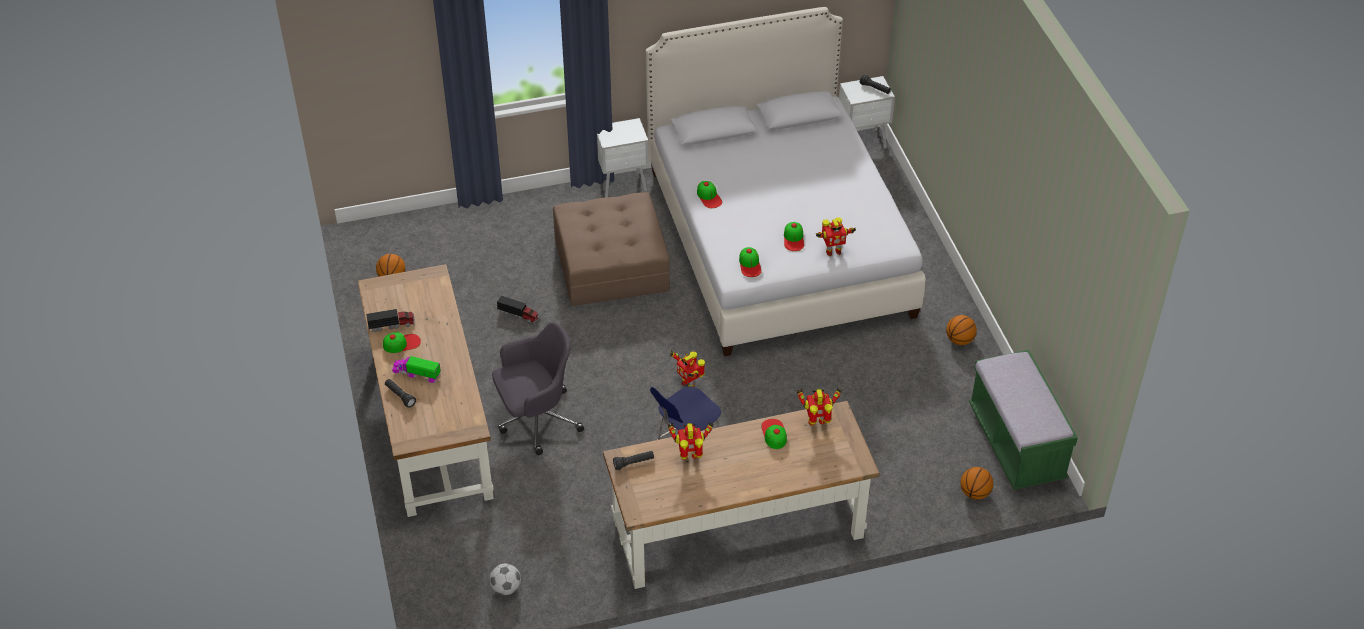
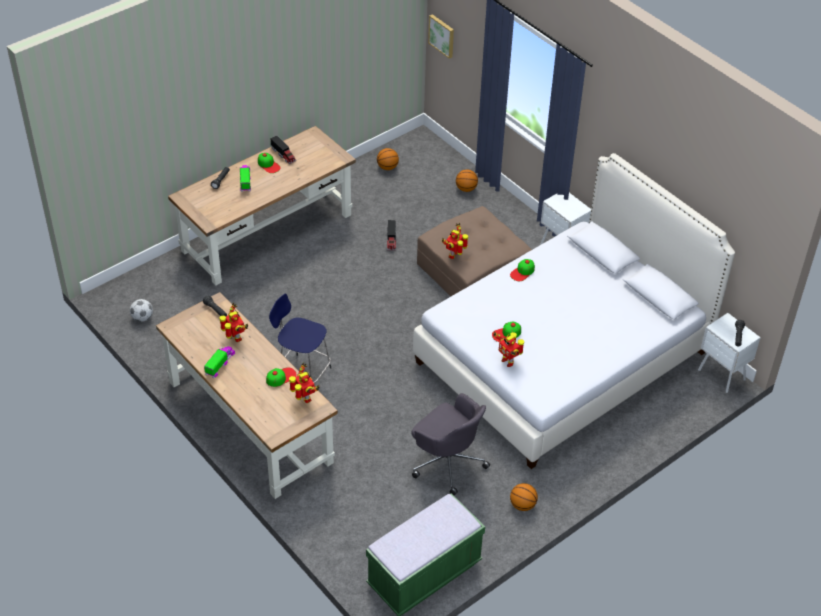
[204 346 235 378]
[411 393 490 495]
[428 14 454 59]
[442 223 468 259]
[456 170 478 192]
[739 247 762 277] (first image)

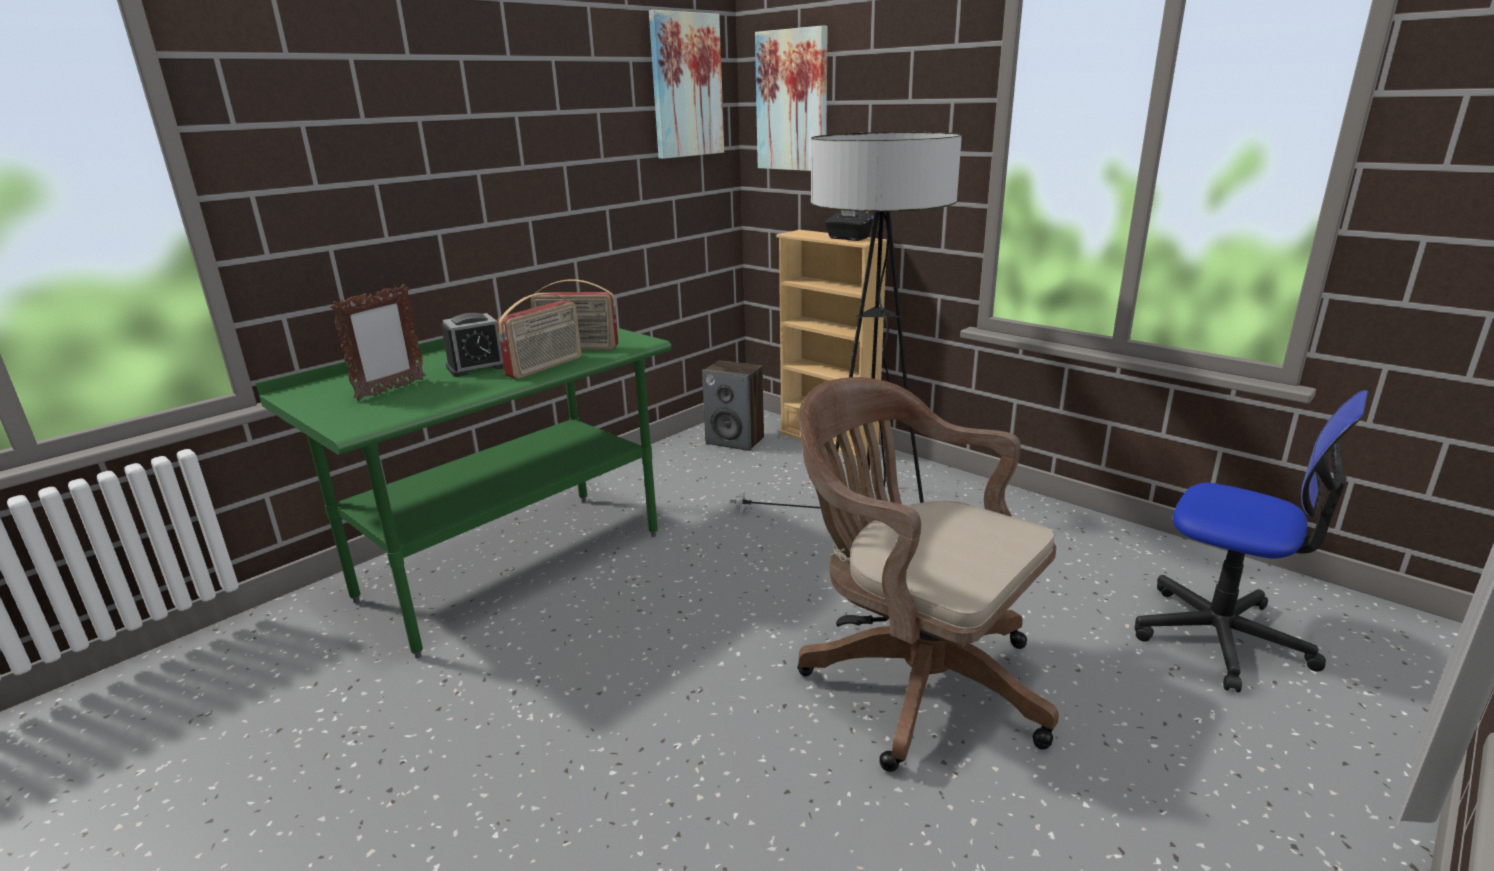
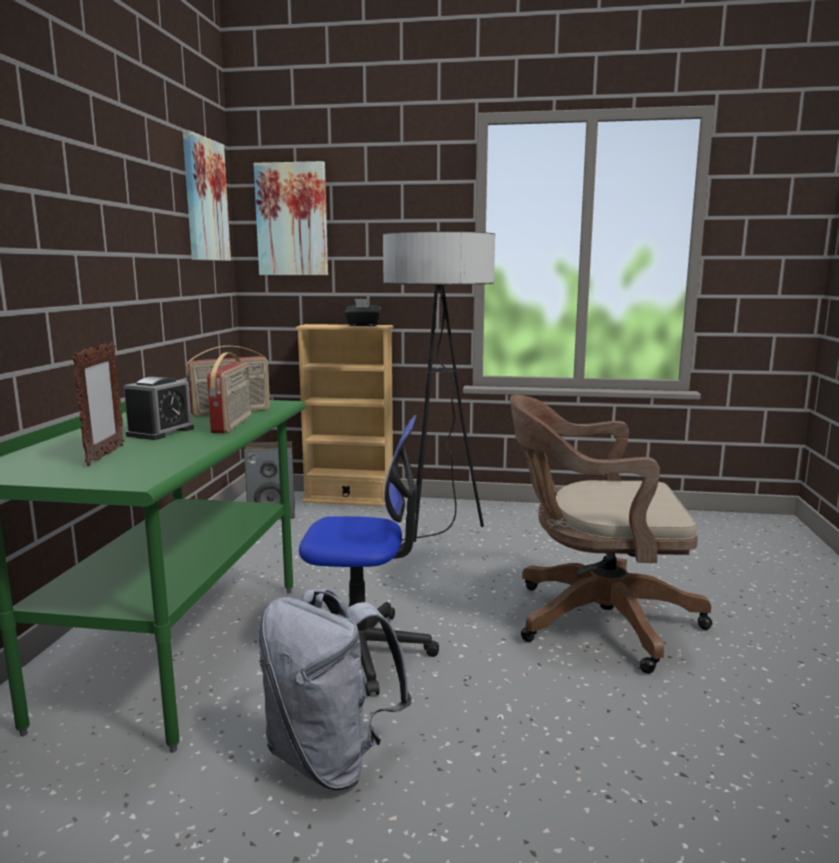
[258 588 412 790]
[299 415 439 696]

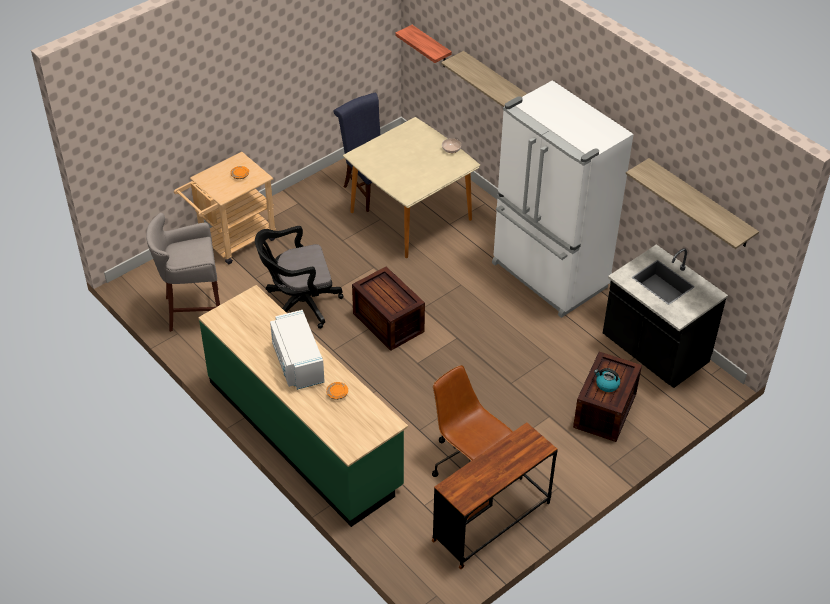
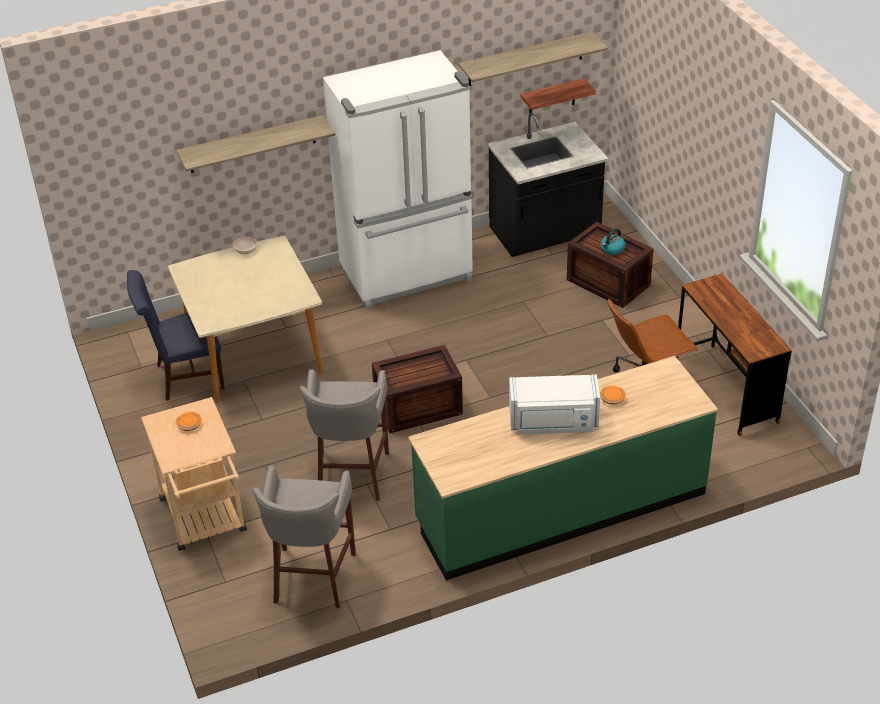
[300 369 389 501]
[520 78 596 113]

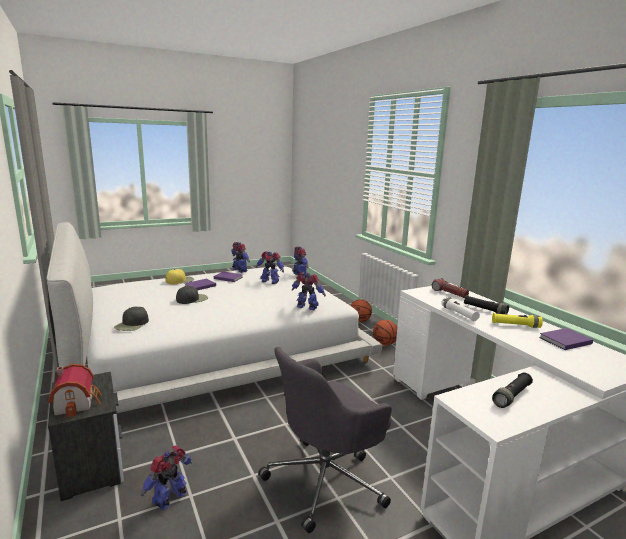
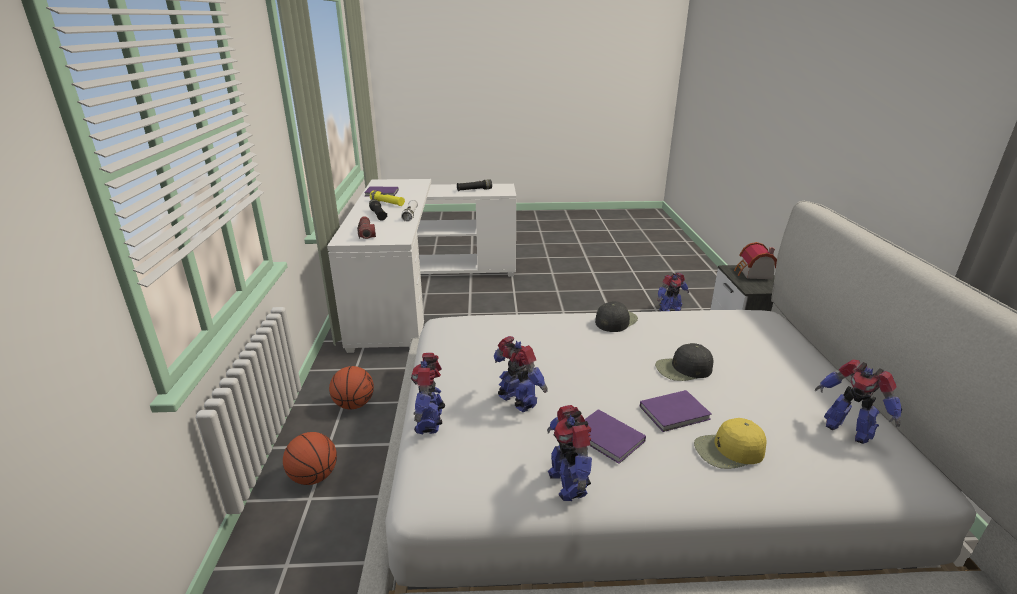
[595 301 638 332]
[815 360 902 444]
[258 347 392 533] (first image)

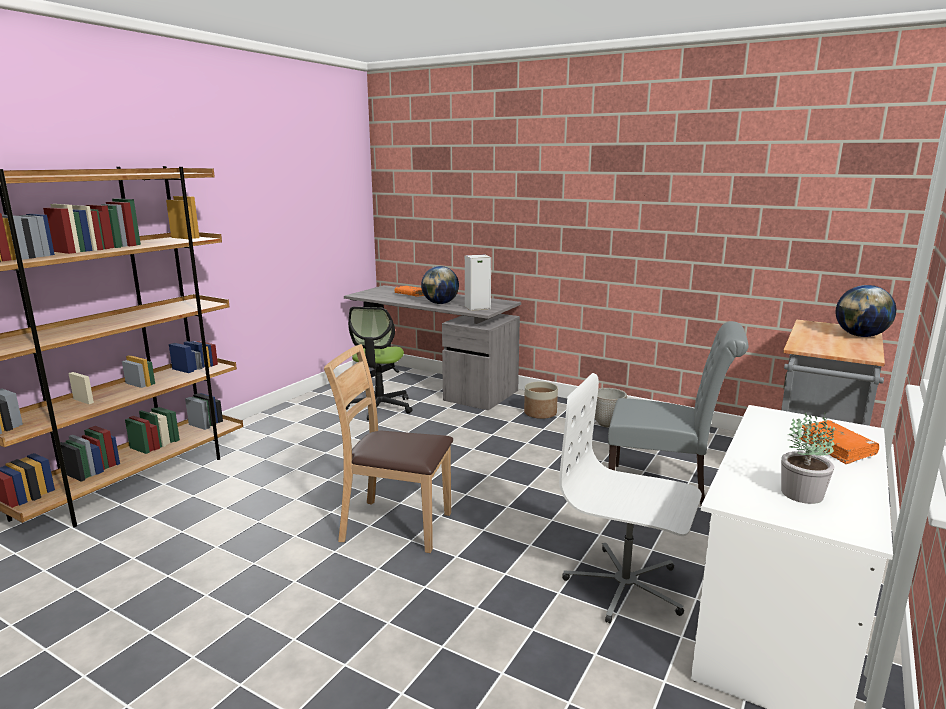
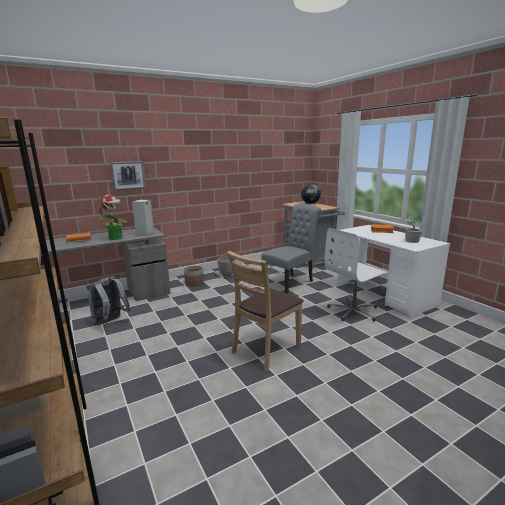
[86 276 131 325]
[100 194 129 240]
[110 161 146 190]

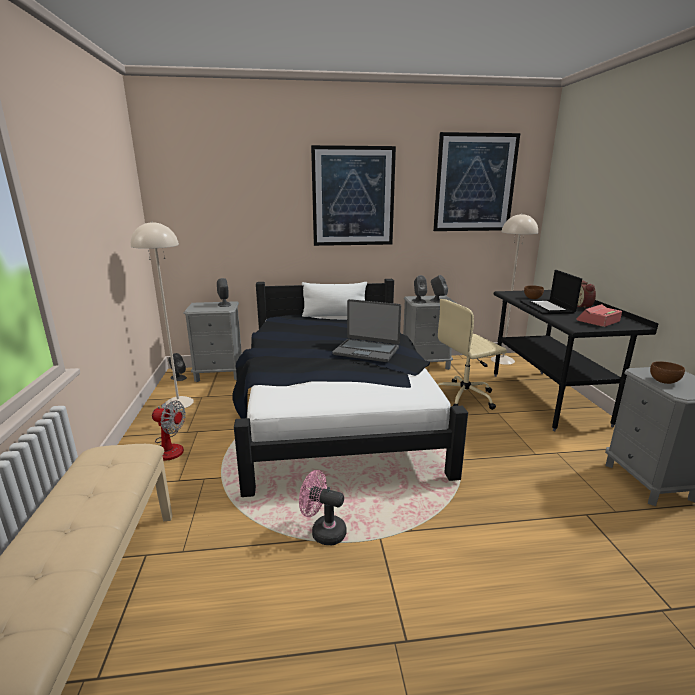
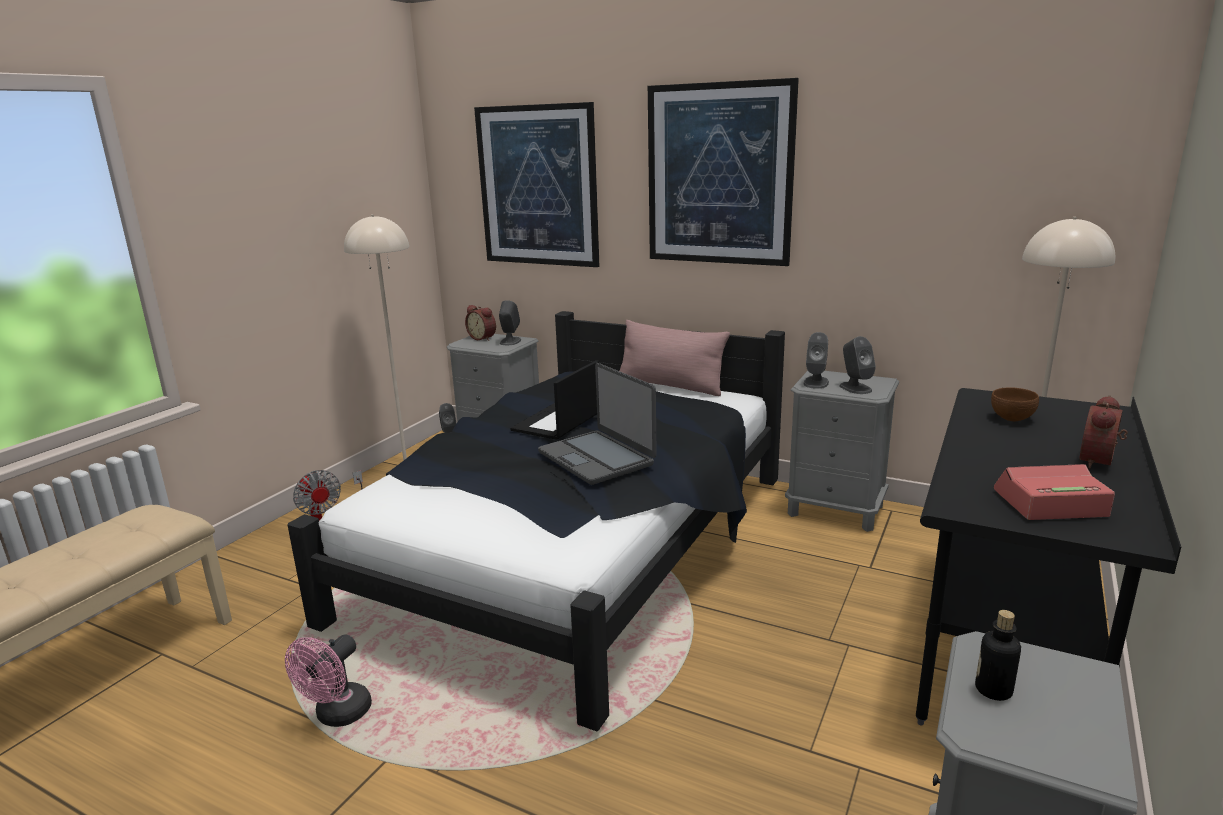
[285 634 372 727]
[465 305 496 341]
[474 102 600 267]
[510 360 599 440]
[620 320 730 396]
[975 610 1021 701]
[437 299 507 410] (first image)

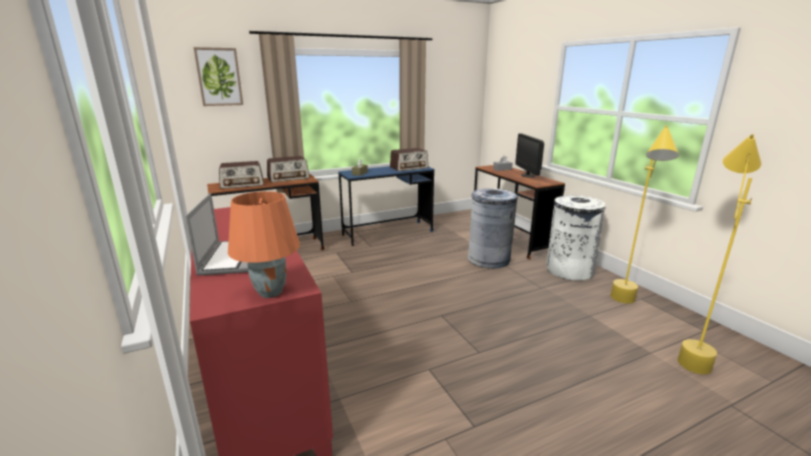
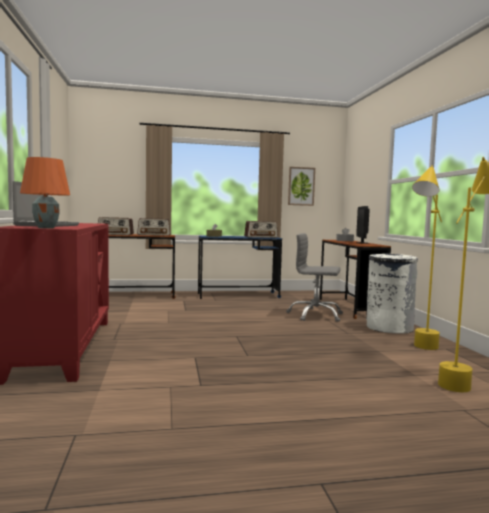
[286 233 343 322]
[288 167 315 206]

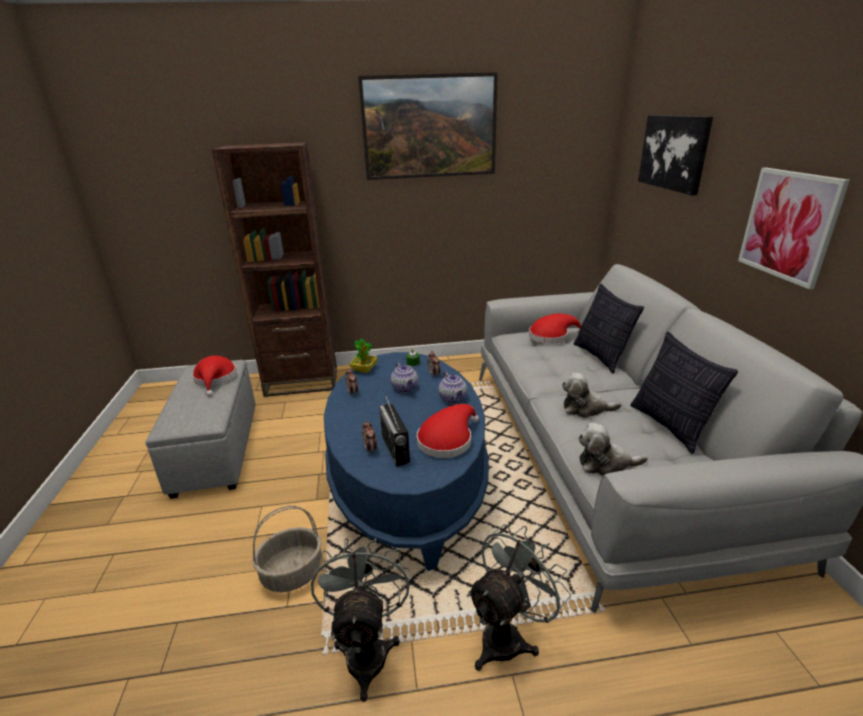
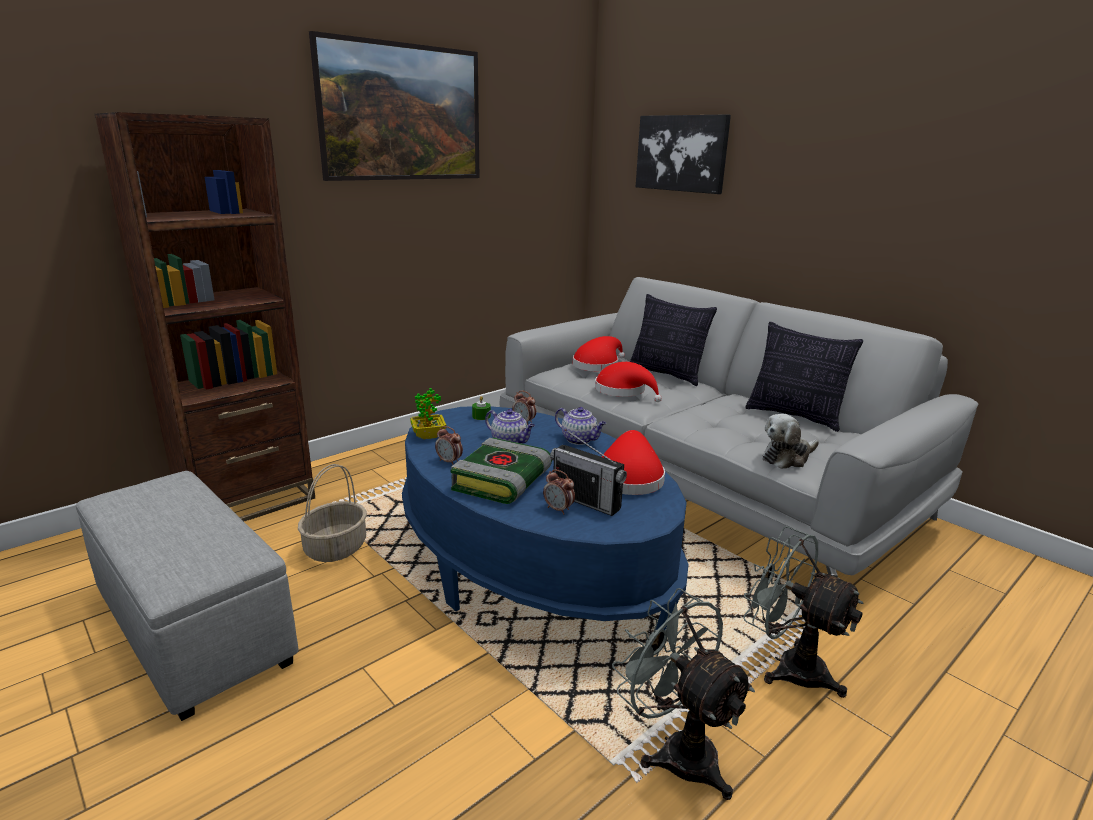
[298 464 367 562]
[451 438 552 504]
[595 362 662 402]
[743 526 864 698]
[562 372 621 418] (first image)
[738 168 850 289] (first image)

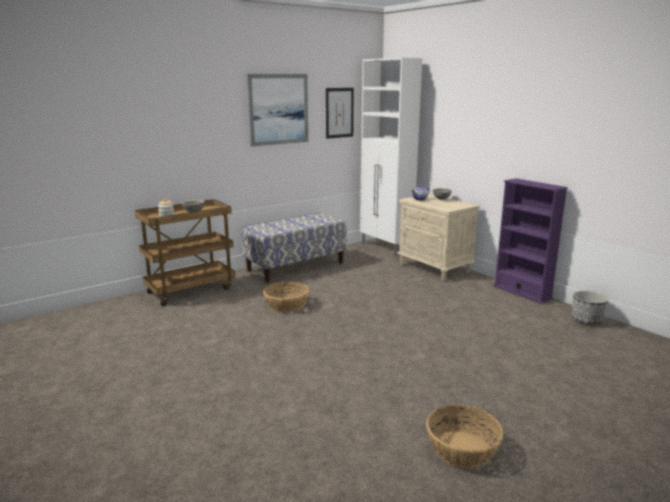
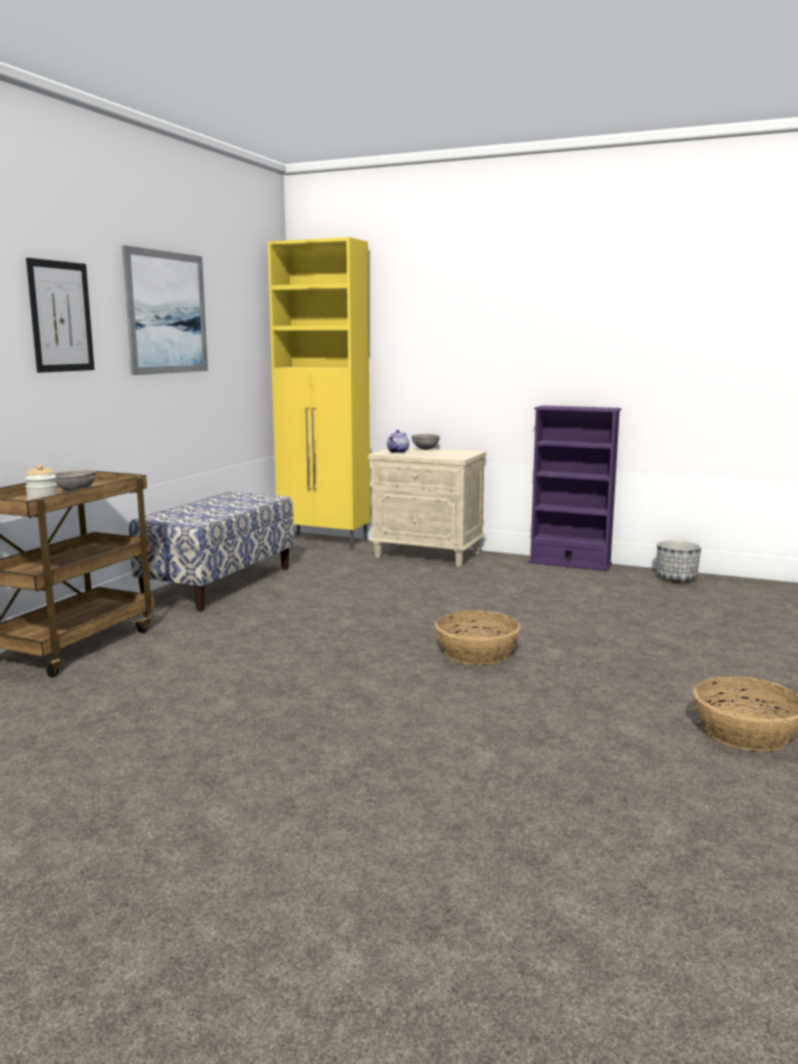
[26 258 95 373]
[267 237 370 549]
[435 611 521 665]

